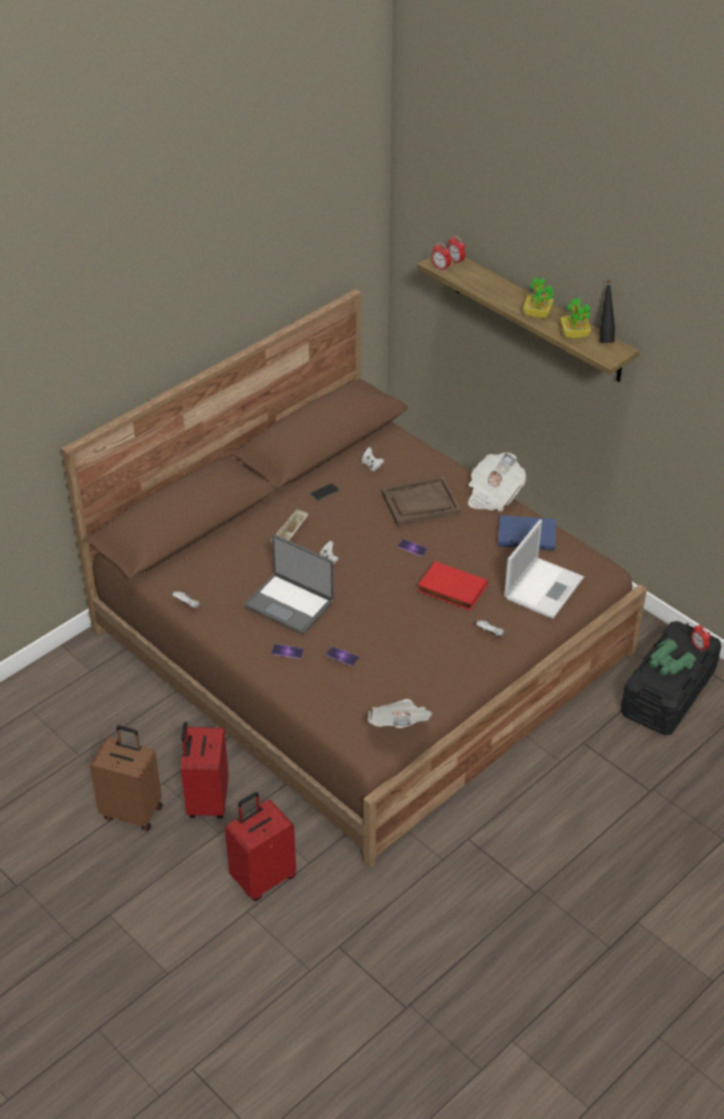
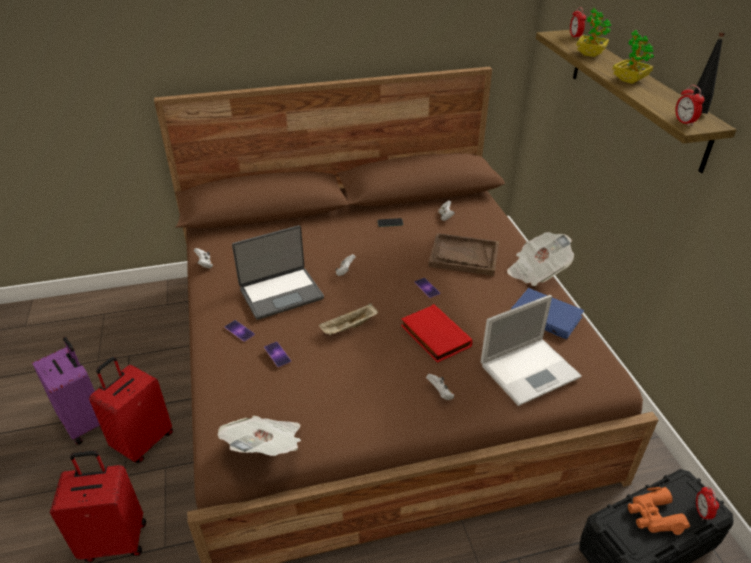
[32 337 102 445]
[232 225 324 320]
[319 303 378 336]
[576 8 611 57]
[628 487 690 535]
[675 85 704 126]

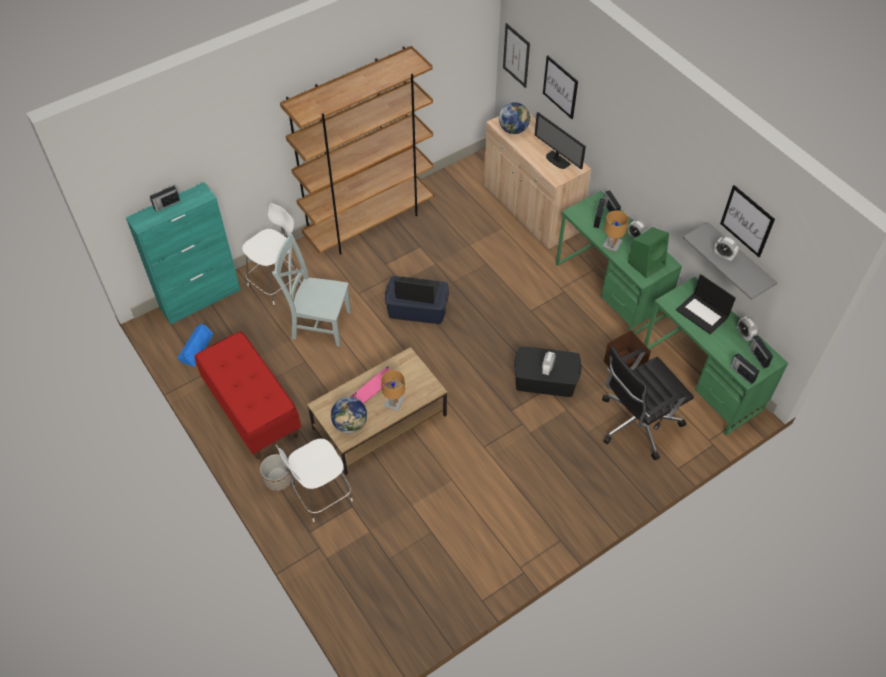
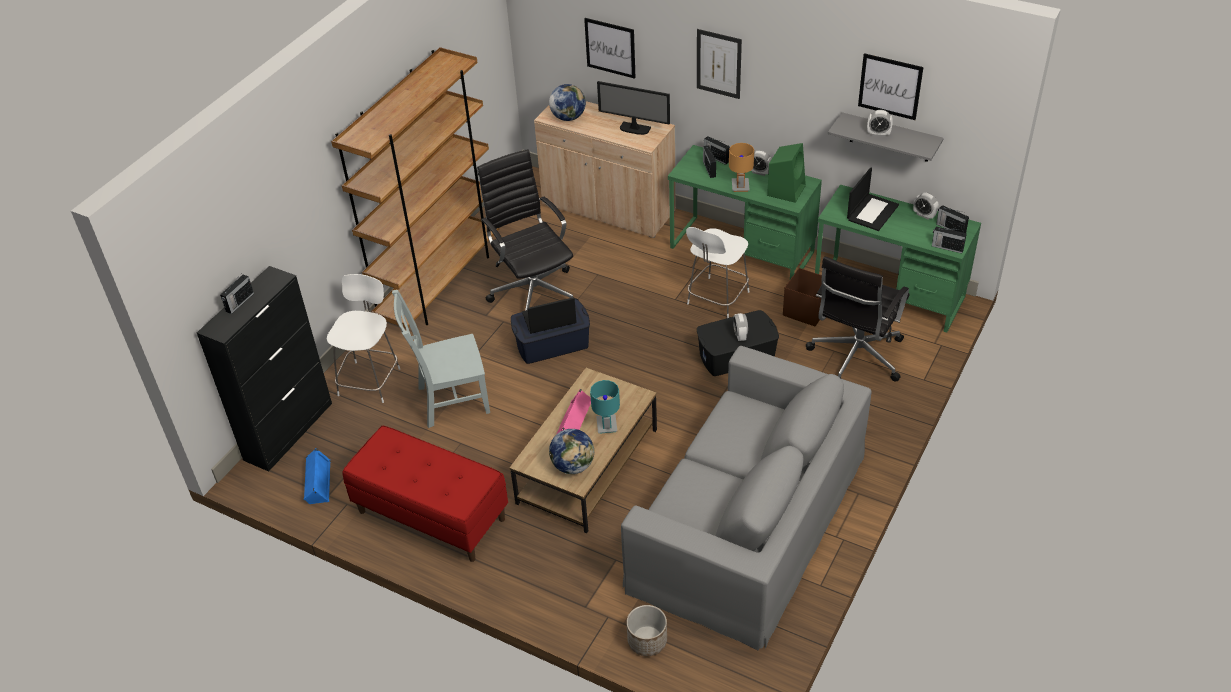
[197 266 332 472]
[477 149 578 311]
[590 380 620 434]
[621 346 872 651]
[626 605 667 656]
[686 227 749 318]
[697 29 742 99]
[847 167 899 231]

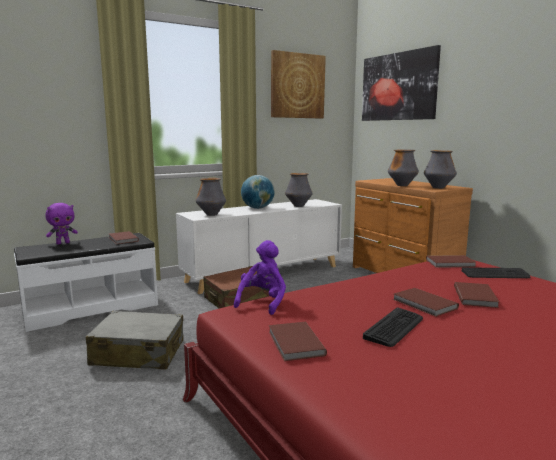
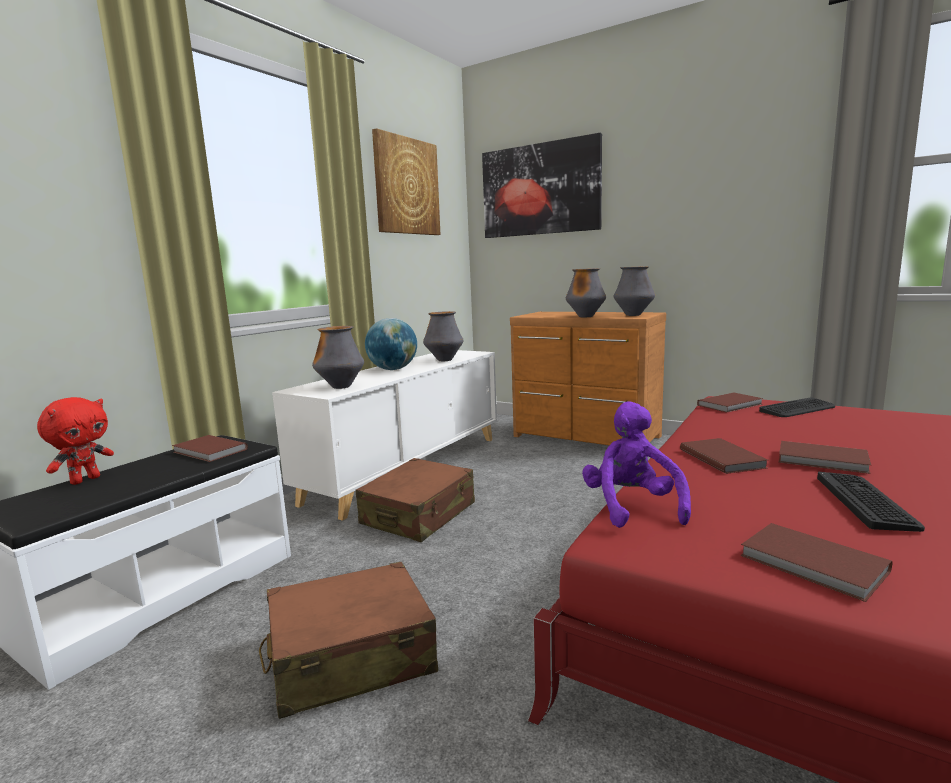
[37 397 114 485]
[259 562 438 719]
[680 438 768 474]

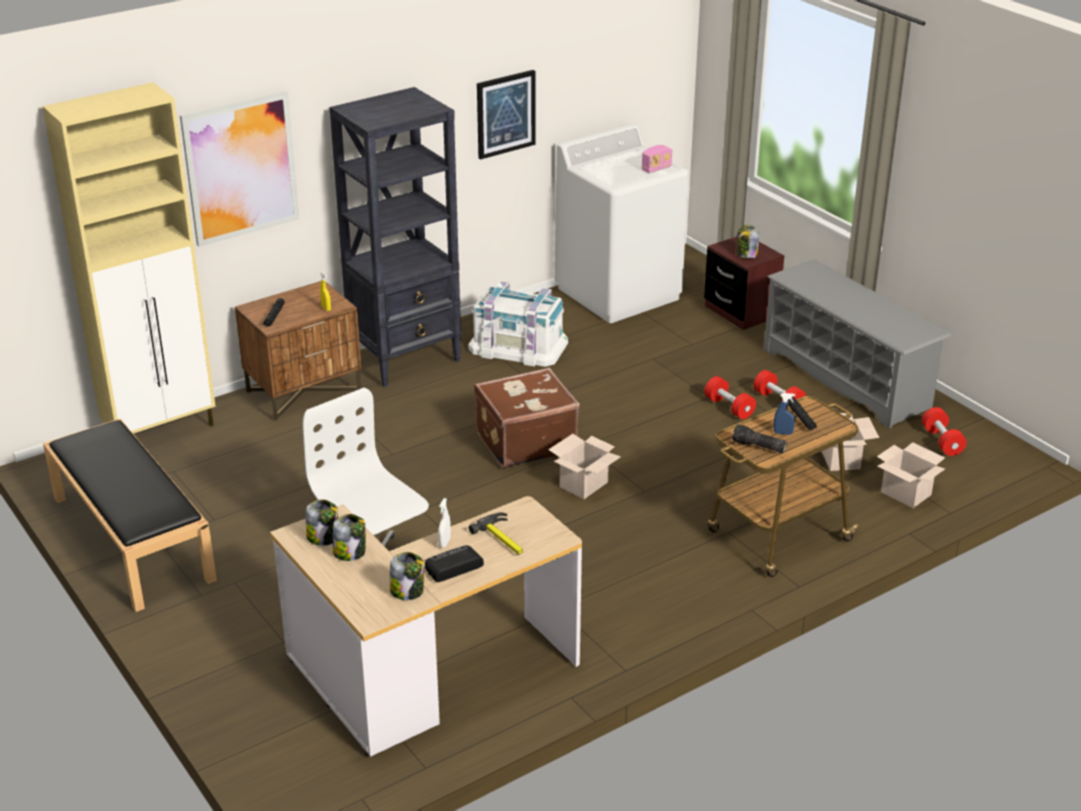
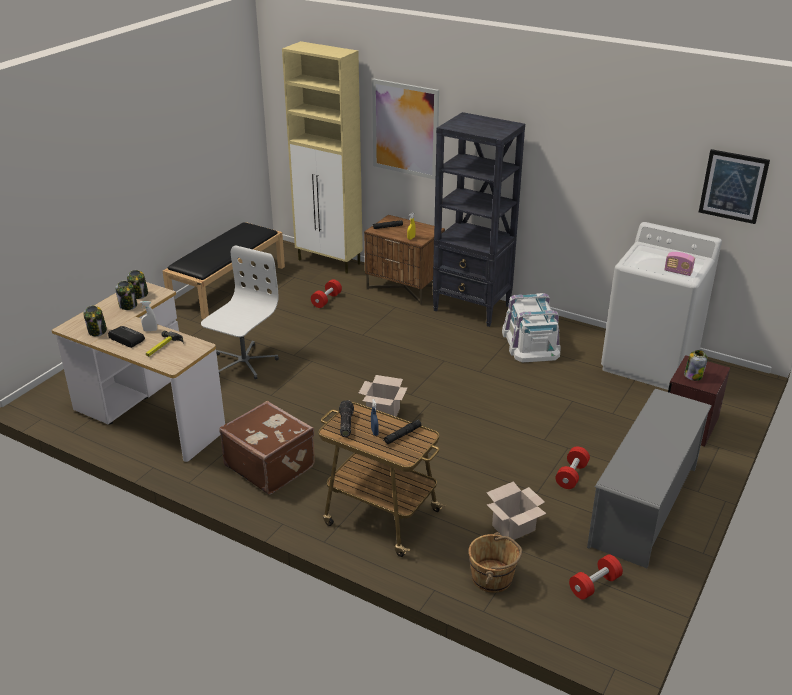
[219 401 315 495]
[311 279 342 308]
[469 532 522 593]
[699 149 770 224]

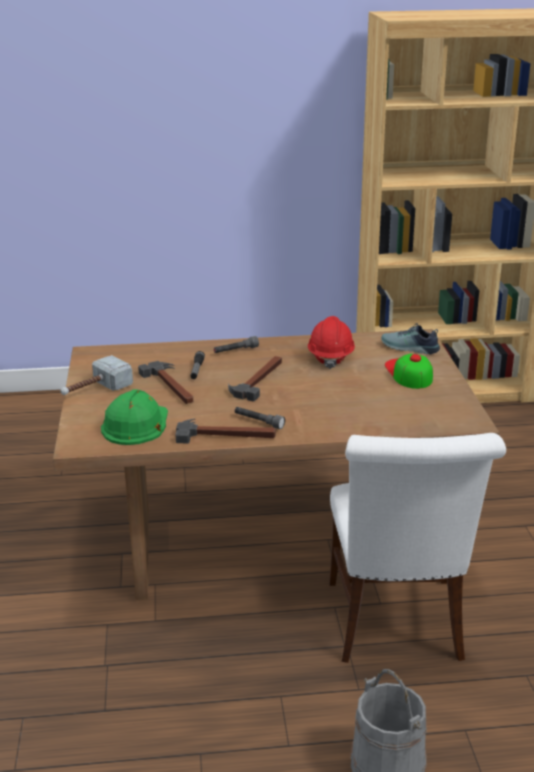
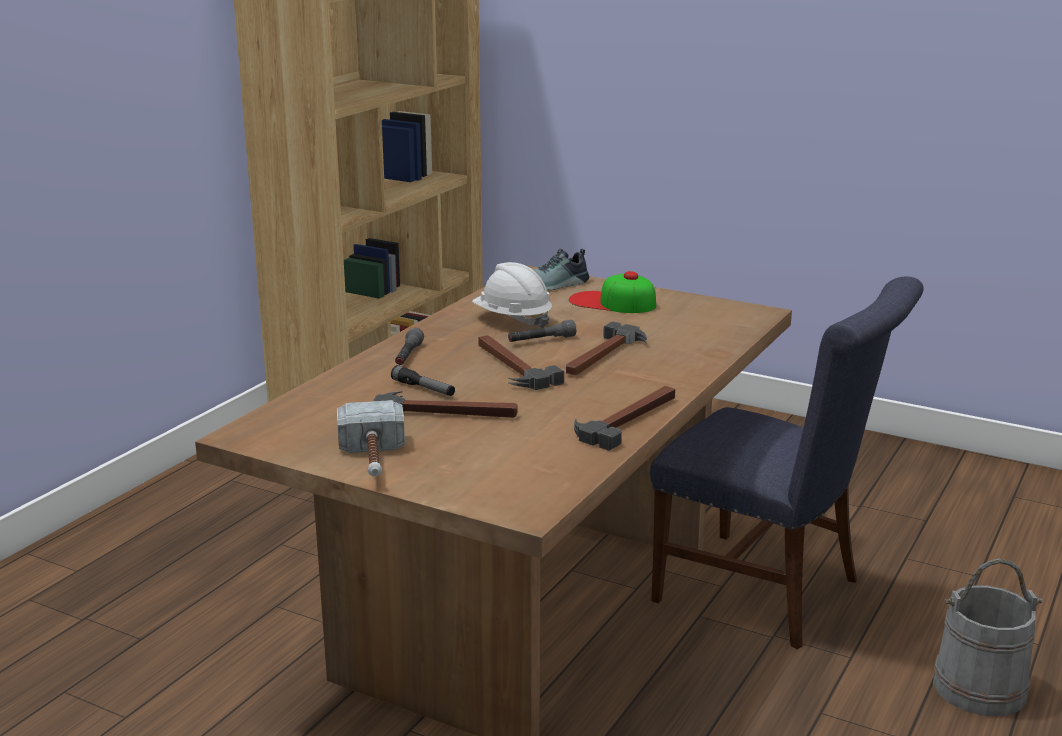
[472 262 552 328]
[508 320 576 342]
[566 321 647 376]
[650 277 924 649]
[101 389 168 445] (first image)

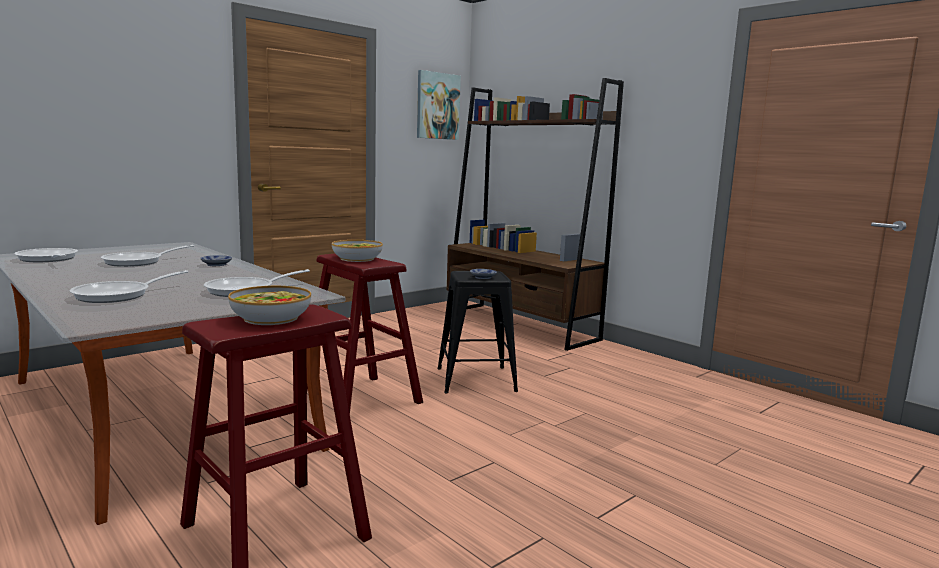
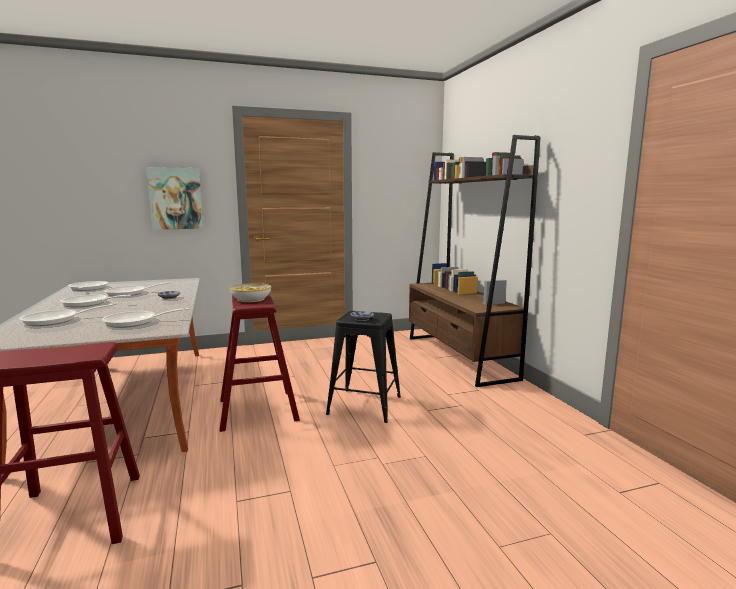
[60 294 131 307]
[146 167 204 230]
[228 286 311 325] (first image)

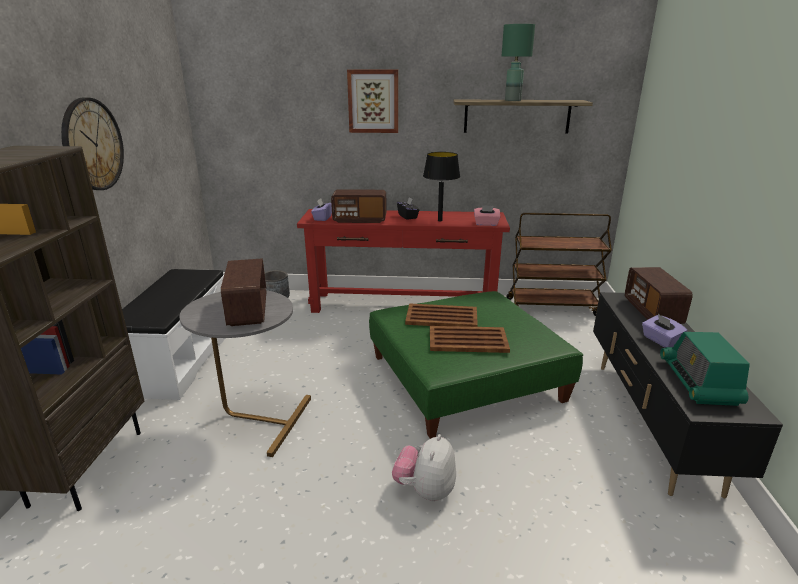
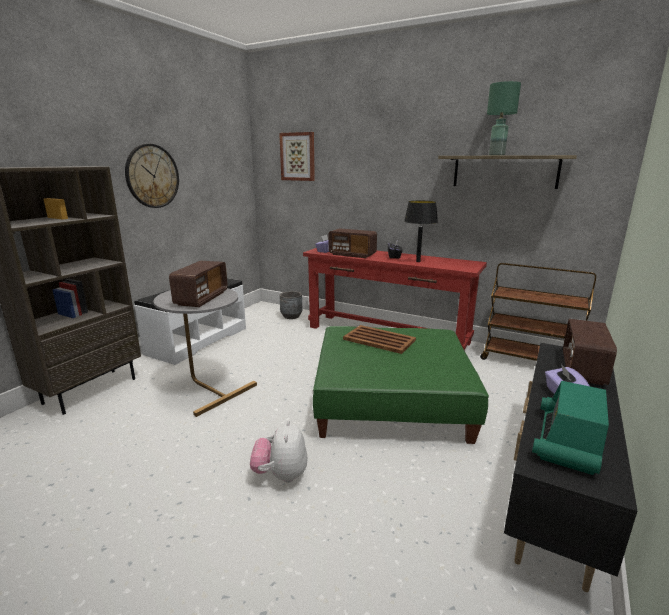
[250 420 308 483]
[279 132 315 181]
[430 326 510 353] (first image)
[474 205 500 226] (first image)

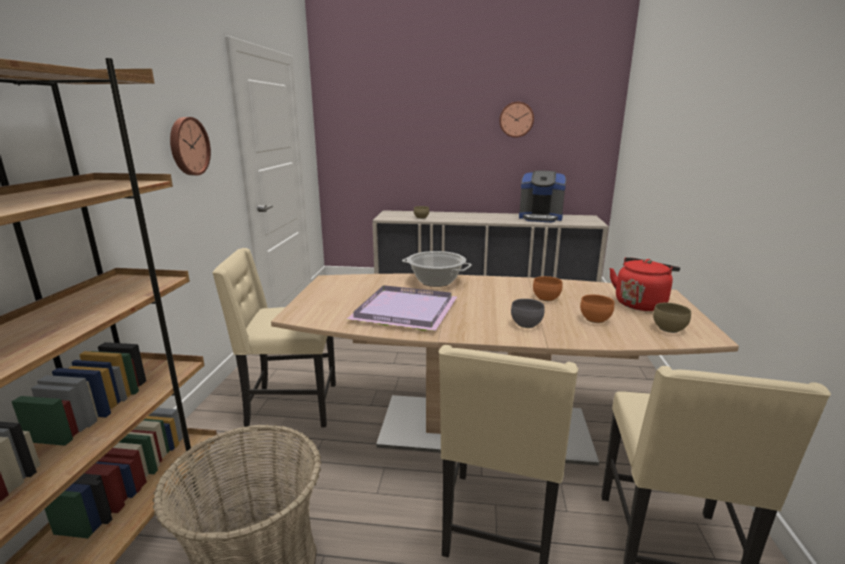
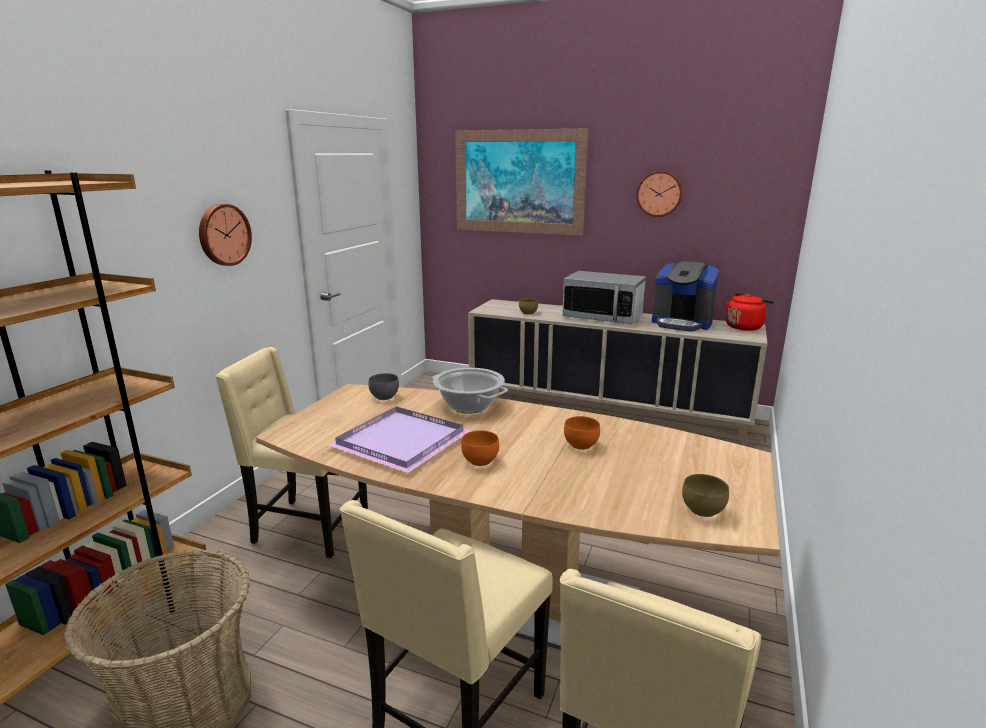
[369 373 399 400]
[455 128 589 236]
[461 430 499 466]
[562 271 646 324]
[725 293 774 331]

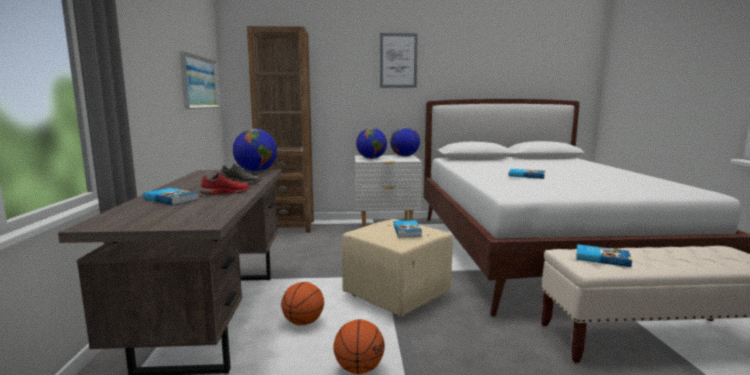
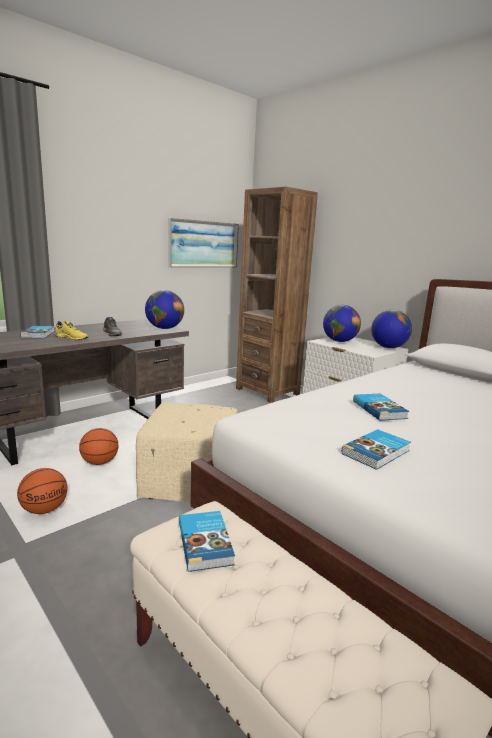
[54 320 88 340]
[342 429 411 470]
[380 33 418 88] (first image)

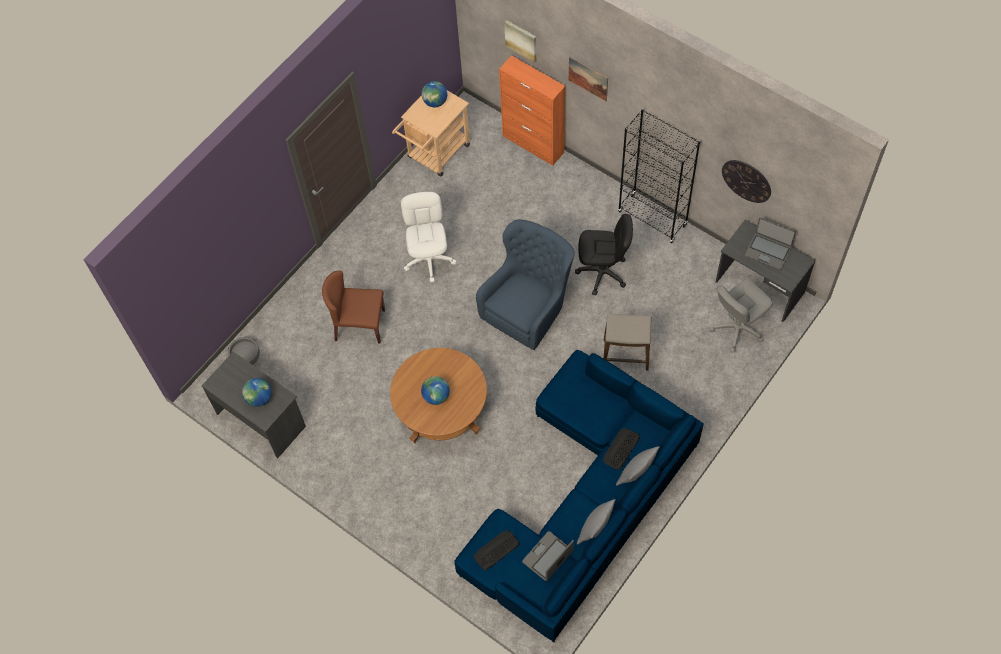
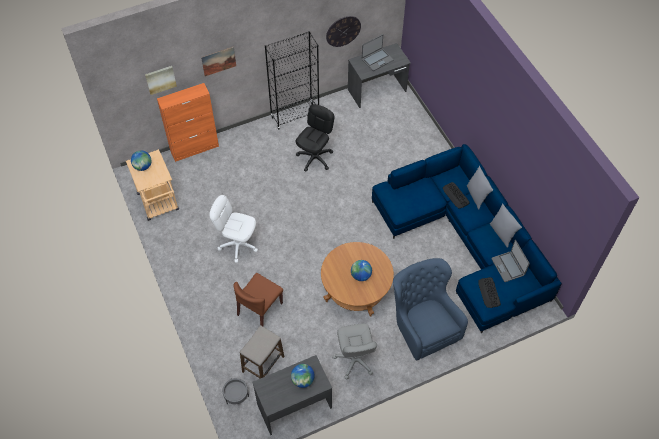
[240 326 285 378]
[332 323 377 379]
[393 258 468 361]

